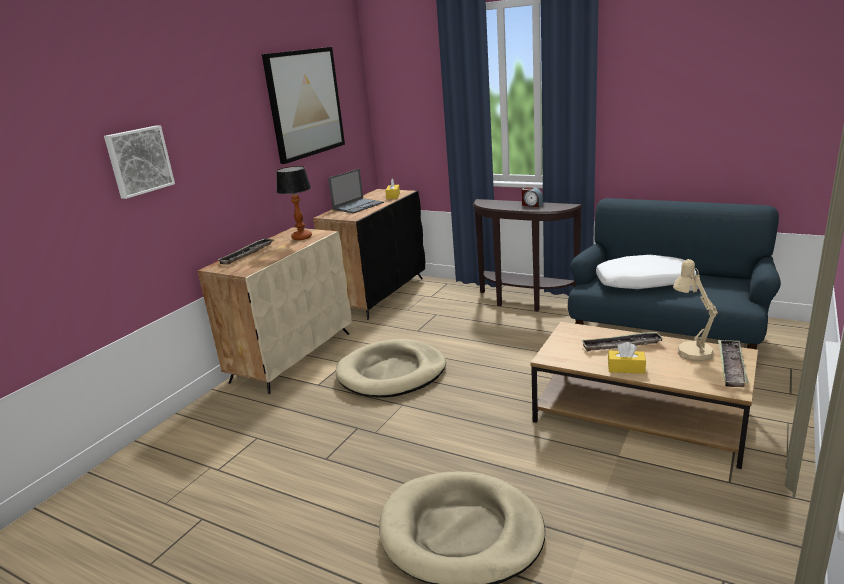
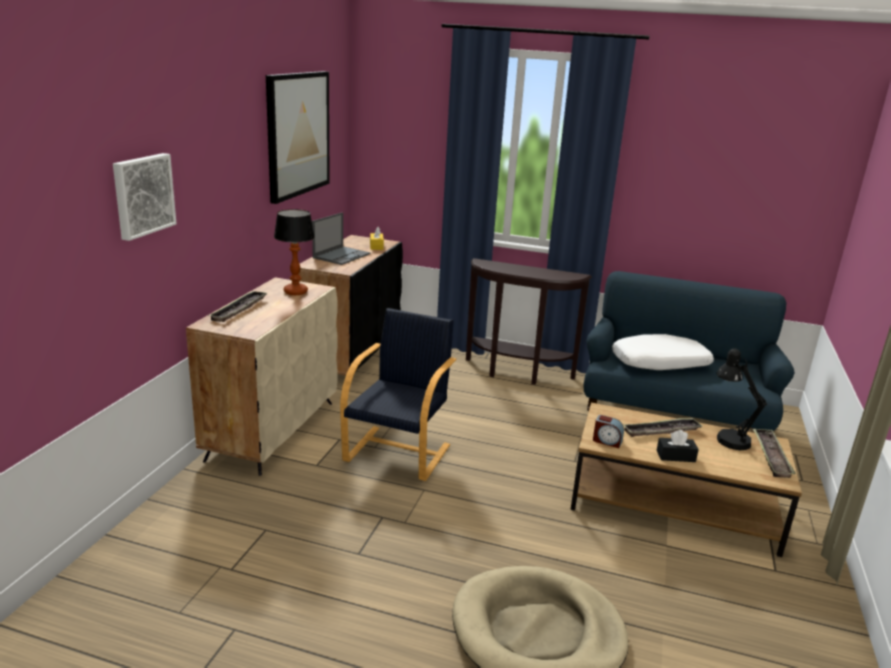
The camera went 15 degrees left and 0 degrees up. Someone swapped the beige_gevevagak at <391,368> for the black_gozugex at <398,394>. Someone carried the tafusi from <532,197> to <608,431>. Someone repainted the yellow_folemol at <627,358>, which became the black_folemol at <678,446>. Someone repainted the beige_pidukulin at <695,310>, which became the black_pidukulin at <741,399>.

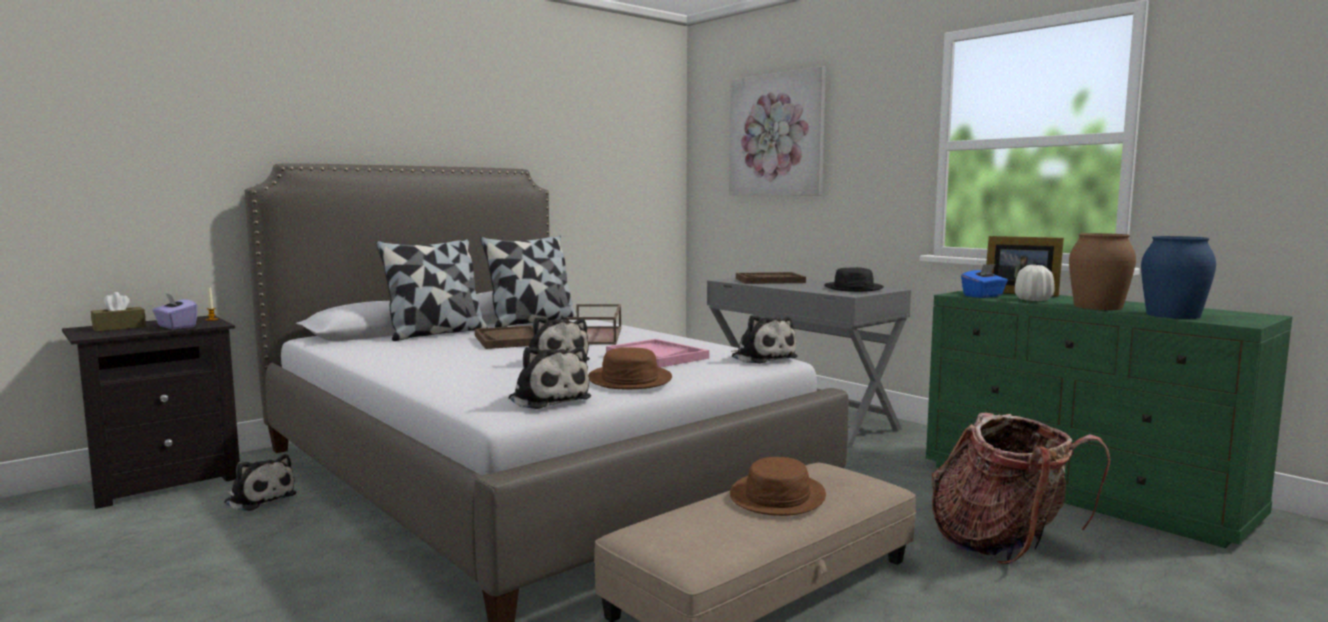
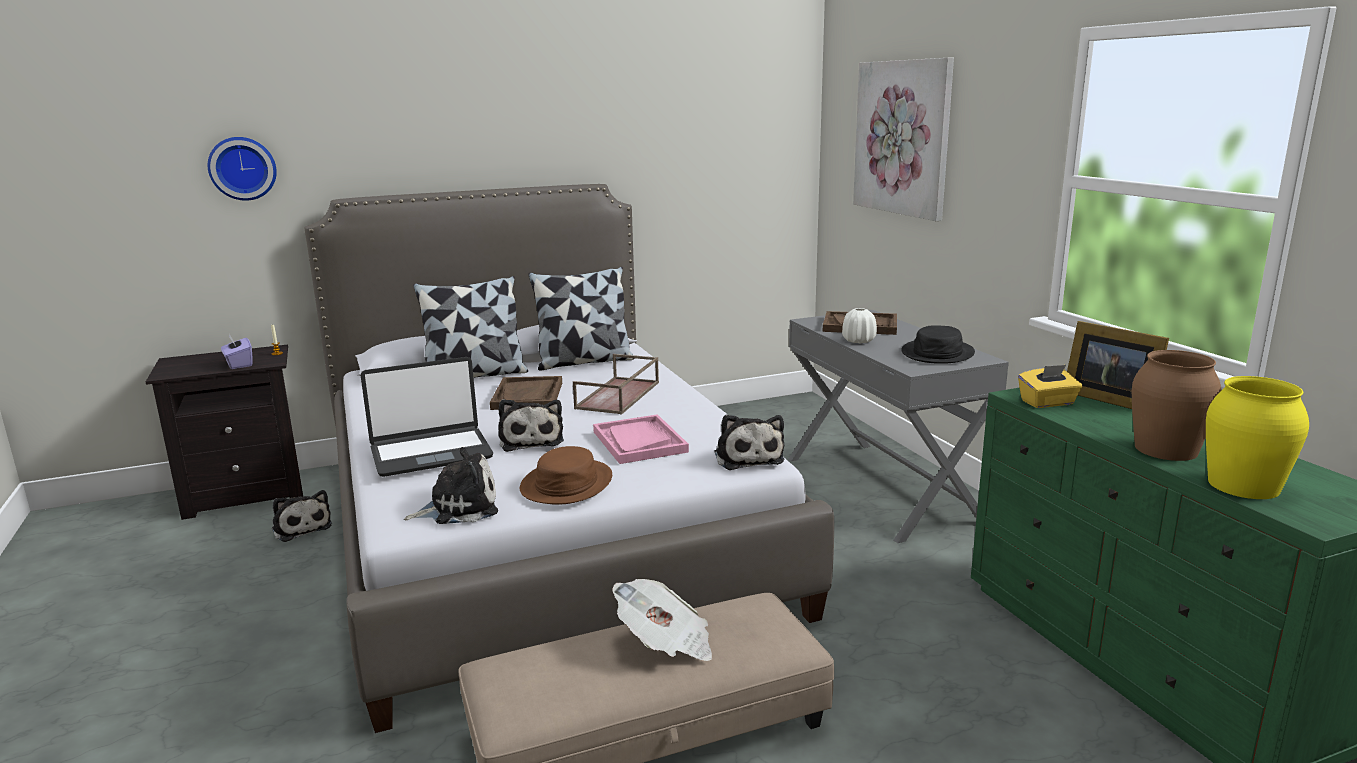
The camera went 20 degrees right and 10 degrees up. Someone put up the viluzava at <242,169>. Someone put down the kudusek at <427,417>. Someone rotated the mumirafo at <550,378> by 90 degrees counterclockwise. Someone swapped the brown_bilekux at <778,486> for the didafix at <662,620>. Someone carried the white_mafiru from <1035,283> to <859,325>. Someone repainted the blue_folemol at <984,281>, which became the yellow_folemol at <1050,386>. Someone repainted the blue_mafiru at <1178,277>, which became the yellow_mafiru at <1257,437>. Someone took away the brown_folemol at <118,312>. Someone took away the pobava at <1021,489>.

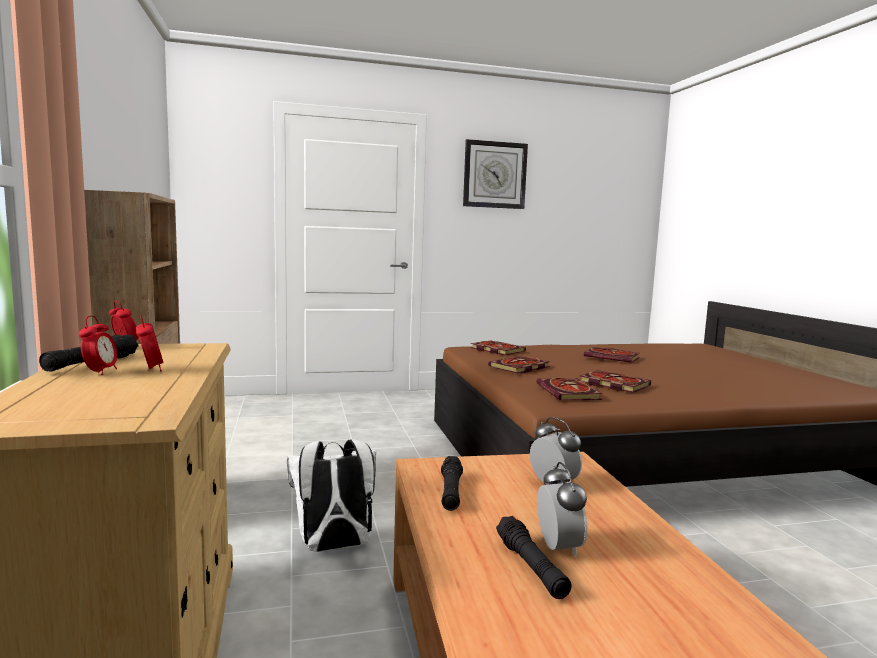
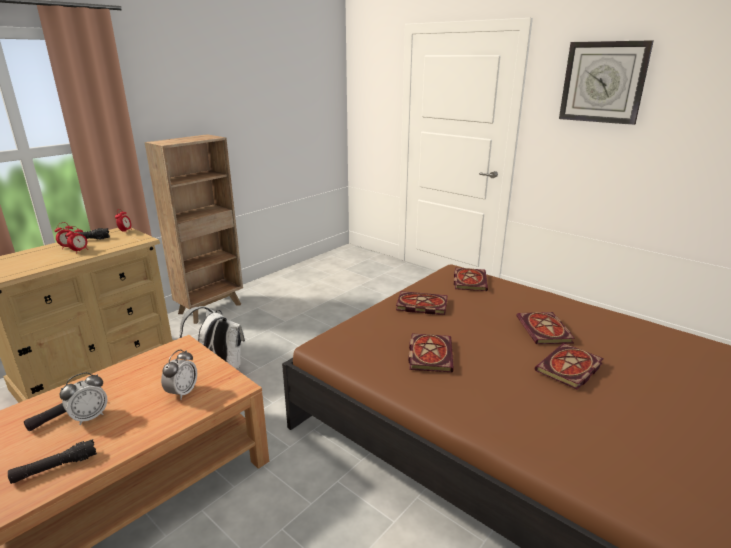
The camera went 55 degrees right and 15 degrees up. Someone carried the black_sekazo from <452,483> to <52,461>. Someone carried the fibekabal from <570,389> to <569,366>.

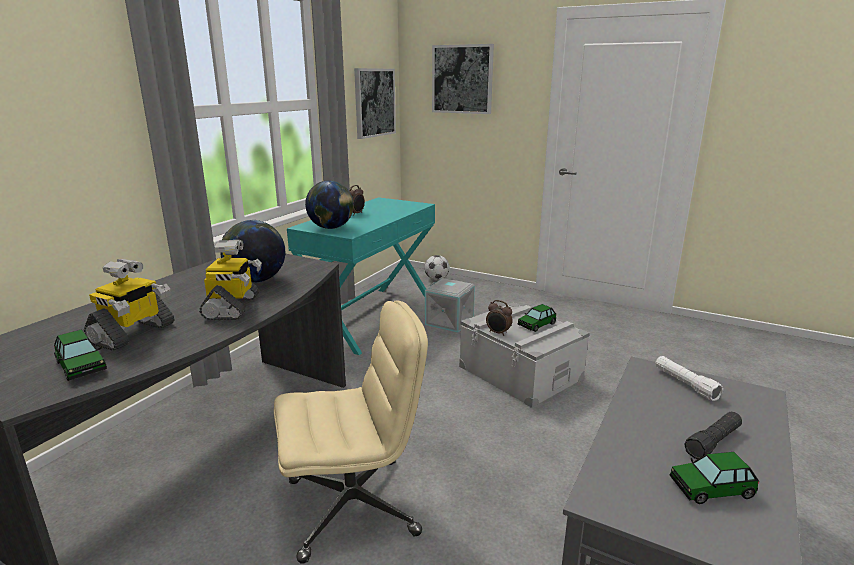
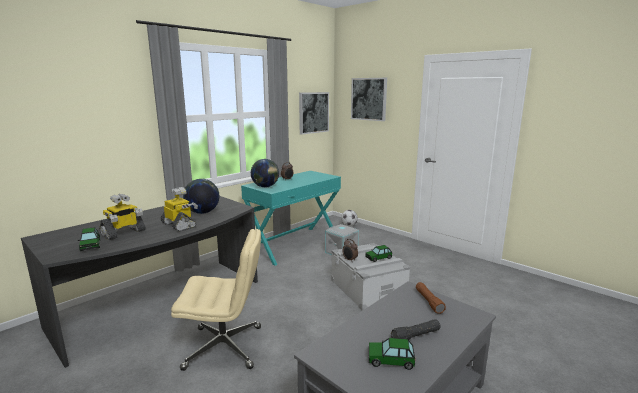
The camera went 15 degrees right and 5 degrees down. Someone rotated the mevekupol at <230,280> by 60 degrees counterclockwise. Someone repainted the white_sekazo at <689,378>, which became the brown_sekazo at <431,298>.

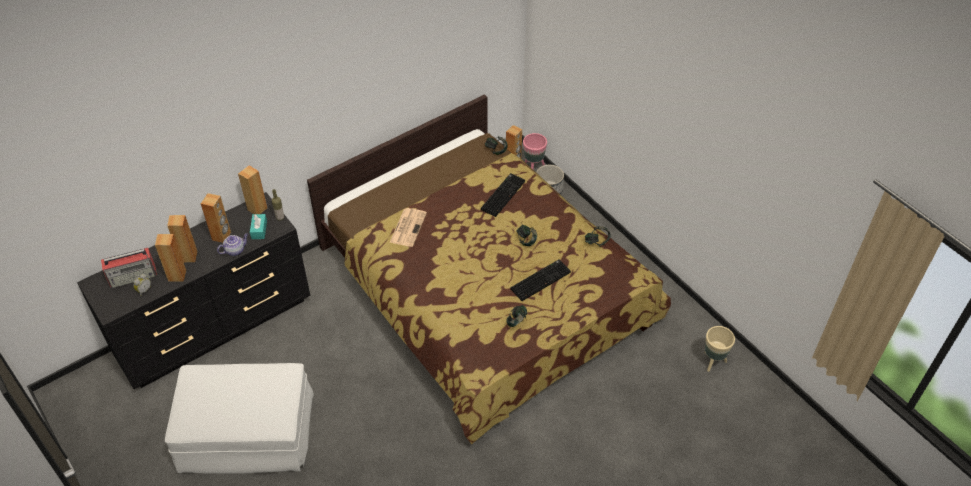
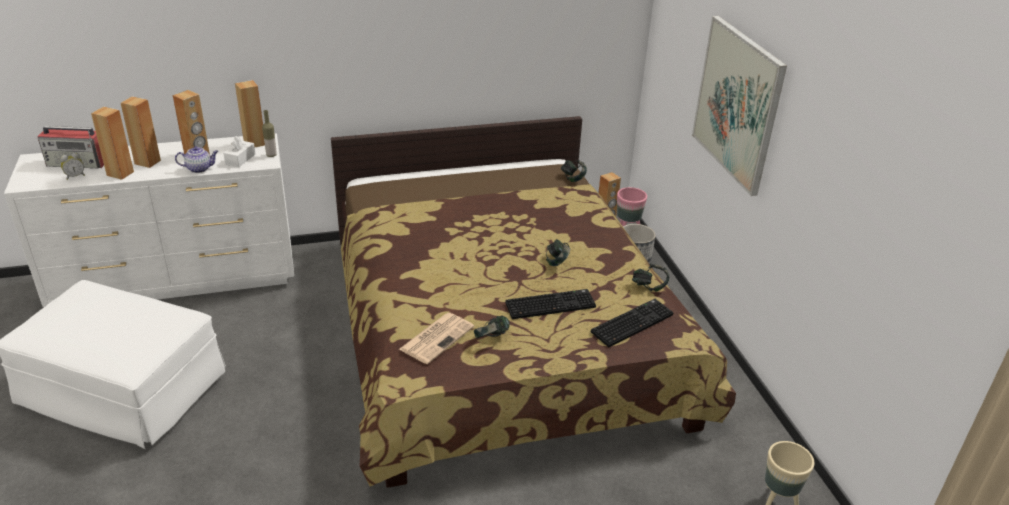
The camera went 20 degrees right and 15 degrees down. Someone repainted the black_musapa at <193,290>, which became the white_musapa at <149,220>. Someone repainted the turquoise_folemol at <258,226>, which became the white_folemol at <239,151>. Someone carried the didafix from <408,227> to <436,338>. Someone carried the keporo from <503,195> to <632,323>. Someone put up the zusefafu at <739,106>.

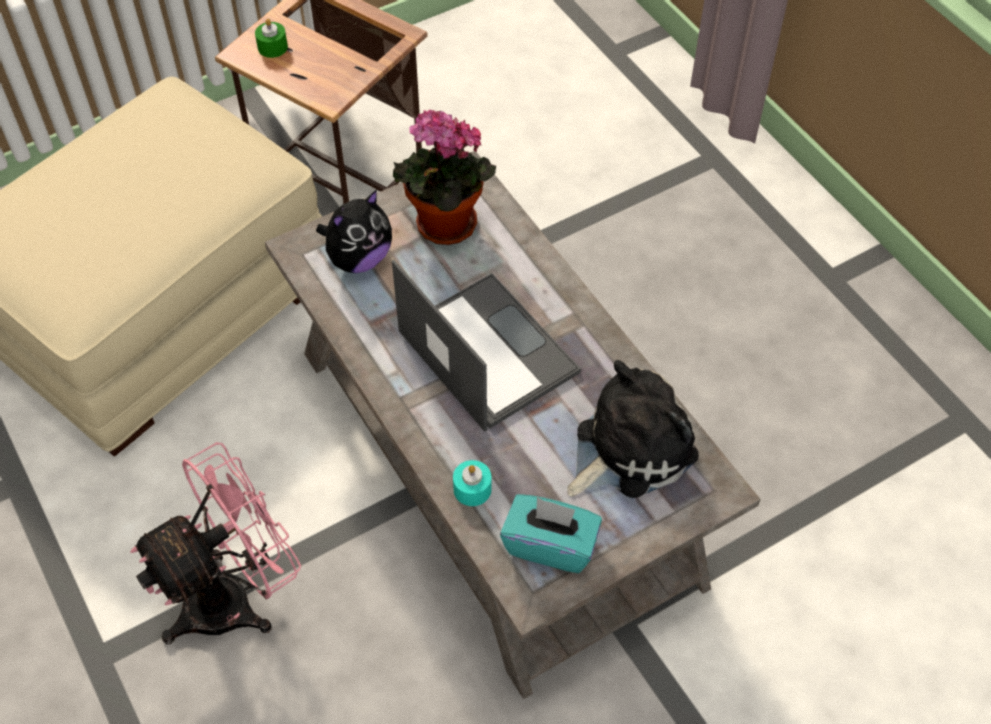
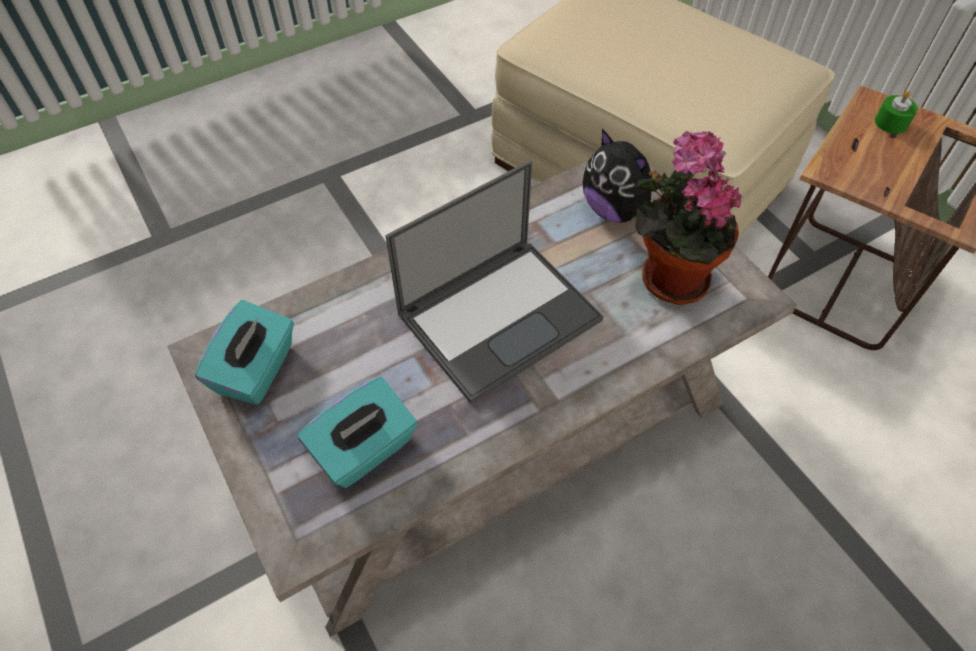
The camera went 90 degrees right and 0 degrees up. Someone swapped the mumirafo at <633,429> for the turquoise_folemol at <358,432>. Someone took away the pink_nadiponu at <215,543>. Someone took away the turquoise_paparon at <472,483>.

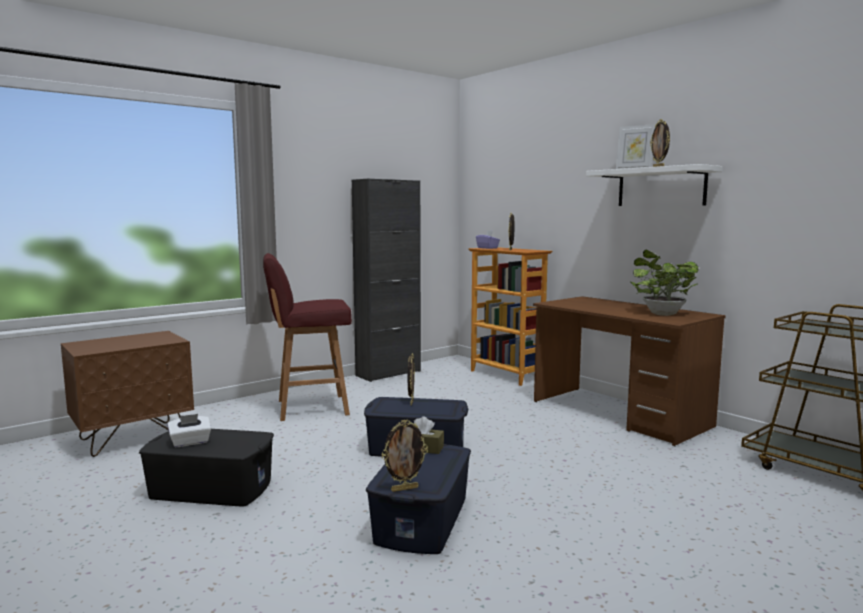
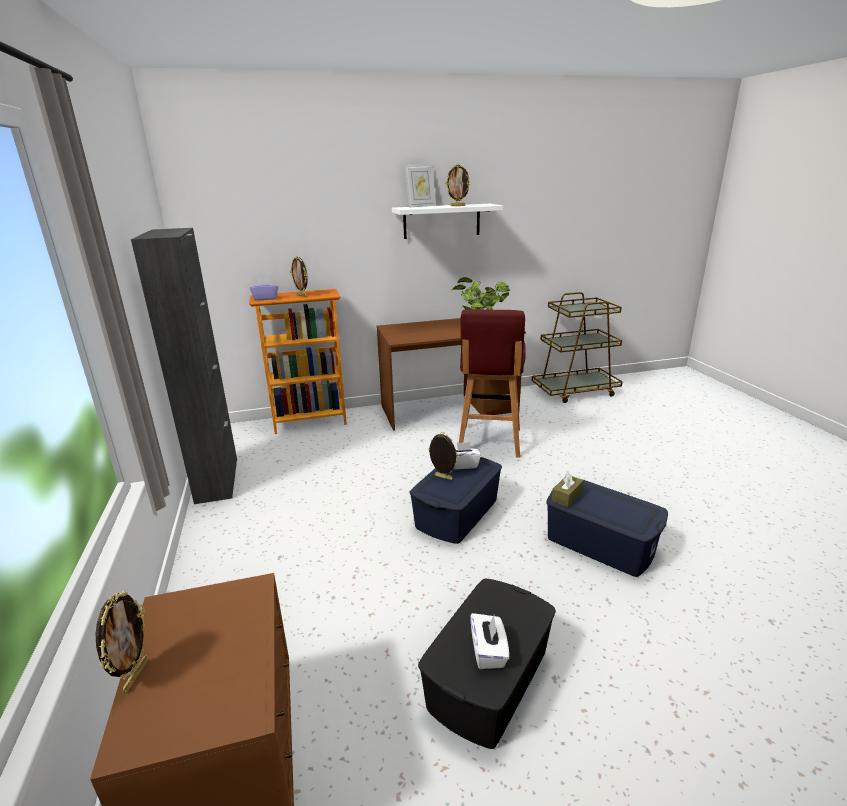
The camera went 65 degrees left and 15 degrees up. Someone carried the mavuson from <405,455> to <121,642>. Someone put down the white_folemol at <467,455>. Someone carried the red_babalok from <307,337> to <492,383>.

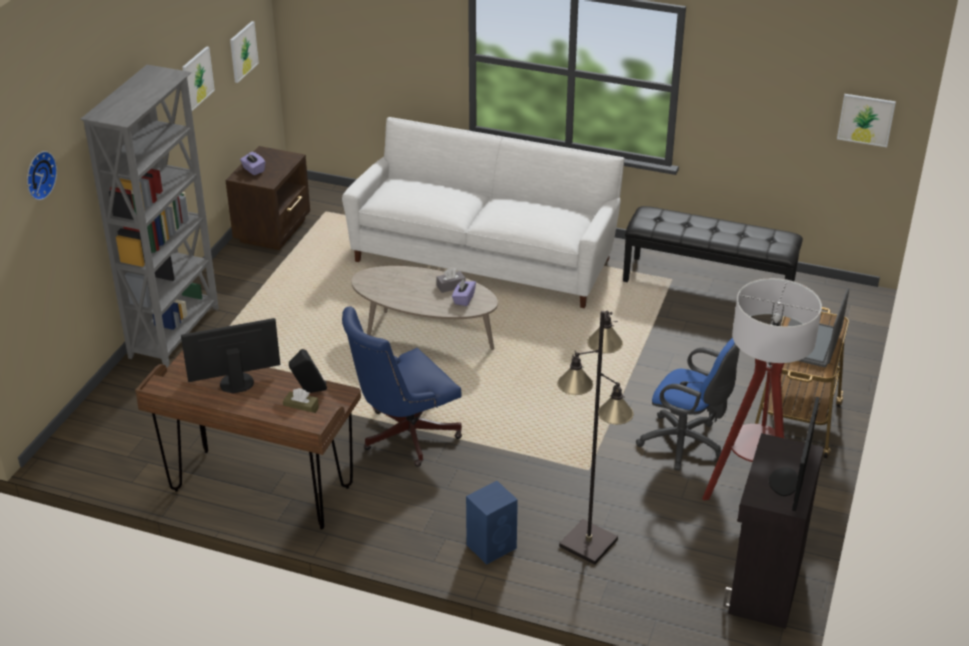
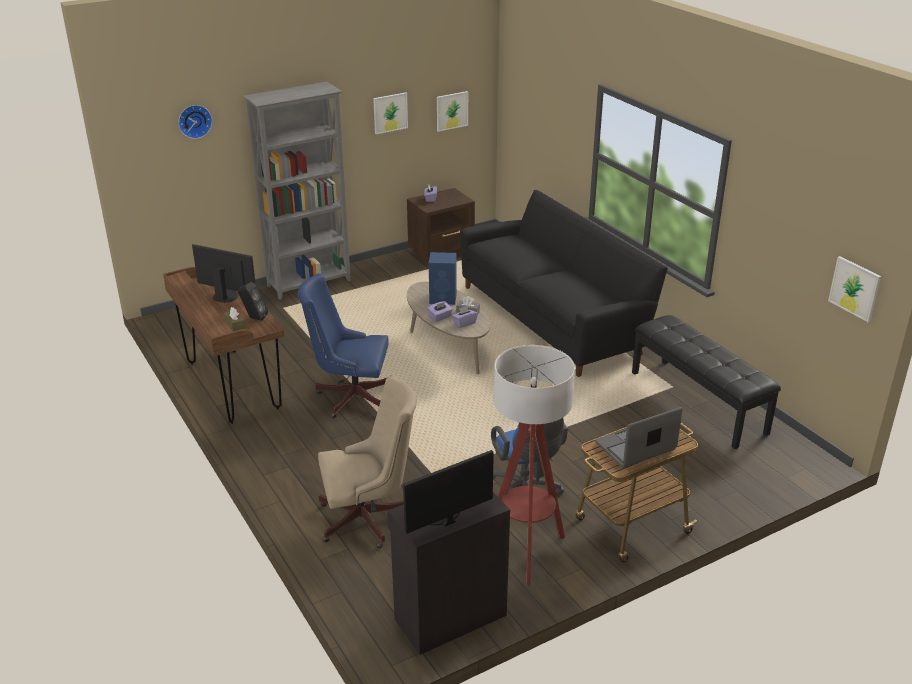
The camera went 40 degrees right and 5 degrees down. Someone swapped the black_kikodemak at <595,438> for the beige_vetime at <367,462>. Someone put down the purple_folemol at <440,311>. Someone carried the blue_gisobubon from <492,523> to <443,278>. Someone repainted the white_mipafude at <483,212>, which became the black_mipafude at <564,283>.

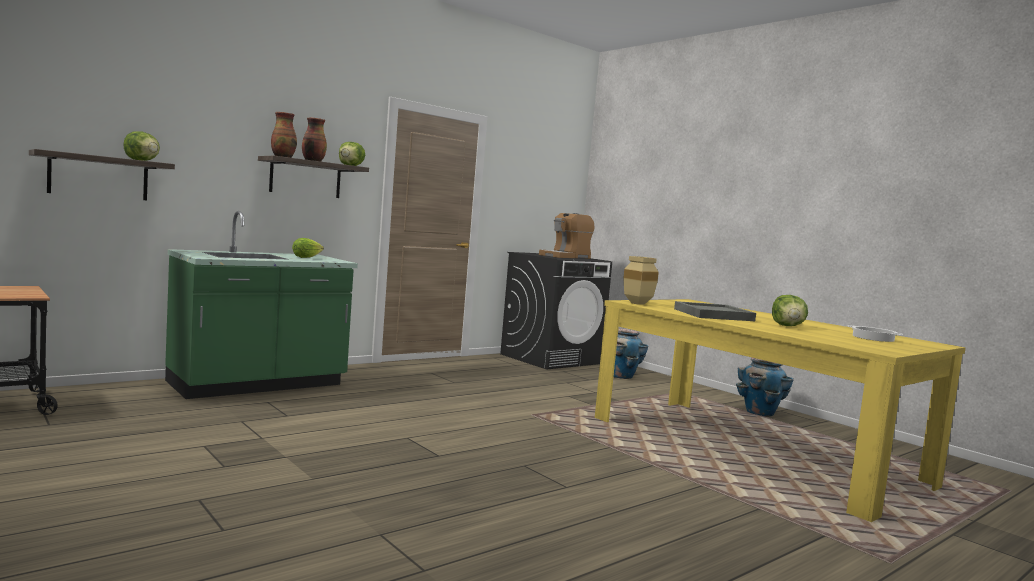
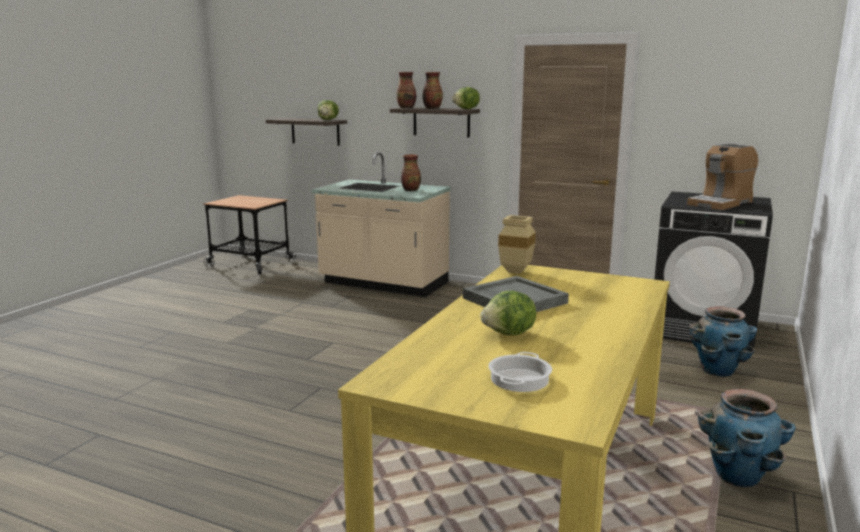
The camera went 65 degrees right and 10 degrees up. Someone repainted the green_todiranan at <261,305>, which became the beige_todiranan at <381,224>. Someone swapped the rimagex at <308,248> for the mafiru at <411,172>. Someone rotated the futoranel at <567,236> by 60 degrees counterclockwise.

